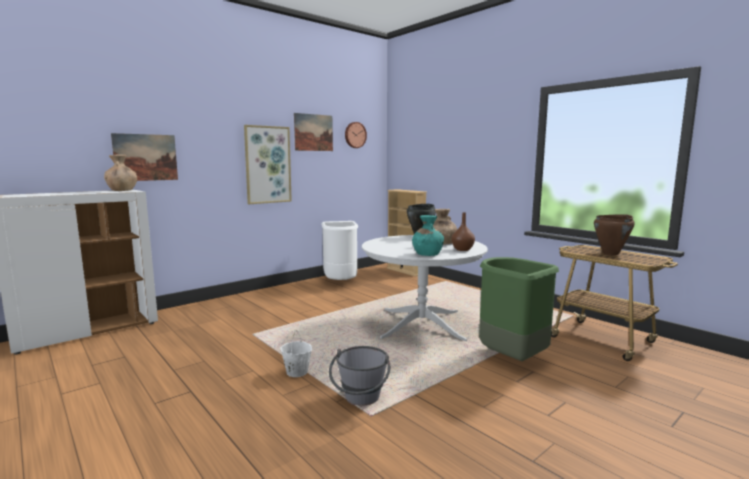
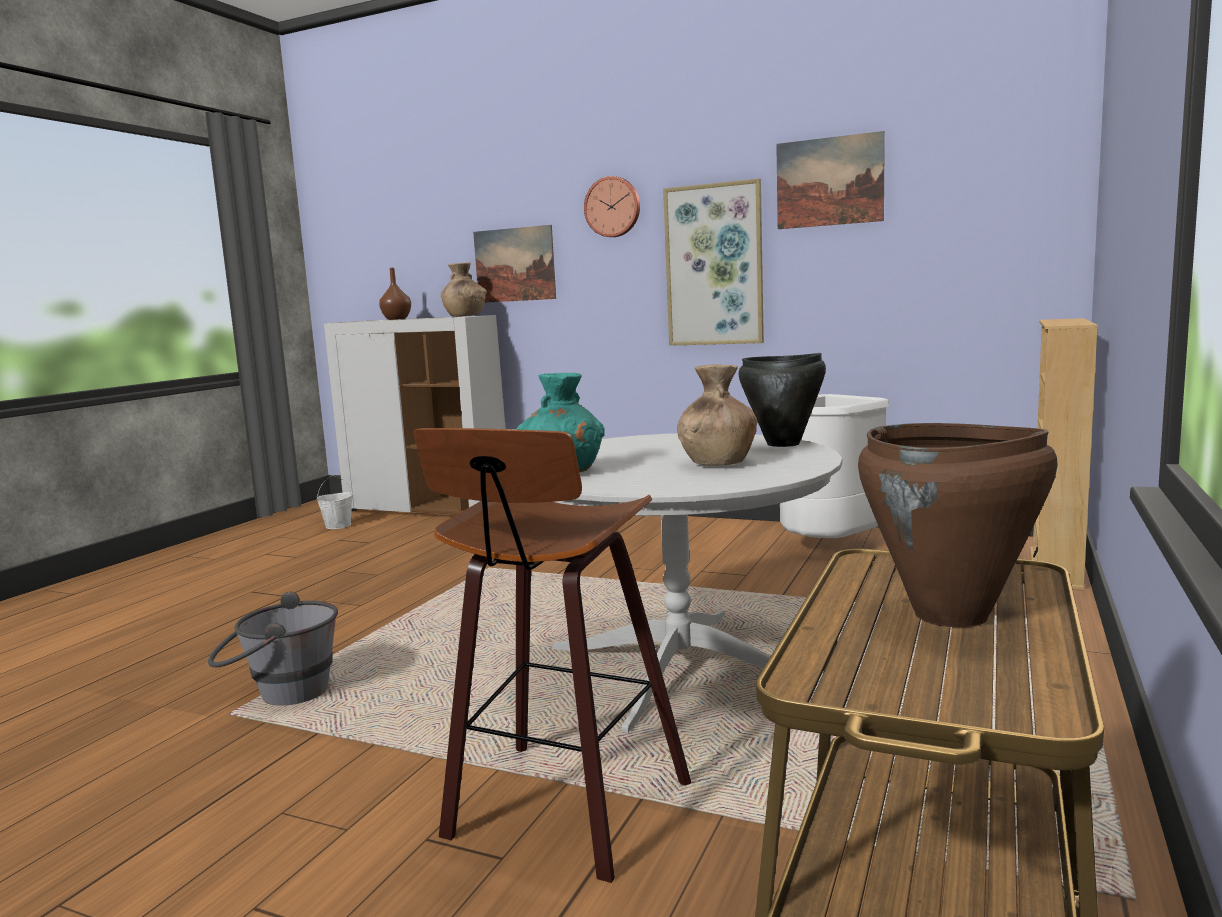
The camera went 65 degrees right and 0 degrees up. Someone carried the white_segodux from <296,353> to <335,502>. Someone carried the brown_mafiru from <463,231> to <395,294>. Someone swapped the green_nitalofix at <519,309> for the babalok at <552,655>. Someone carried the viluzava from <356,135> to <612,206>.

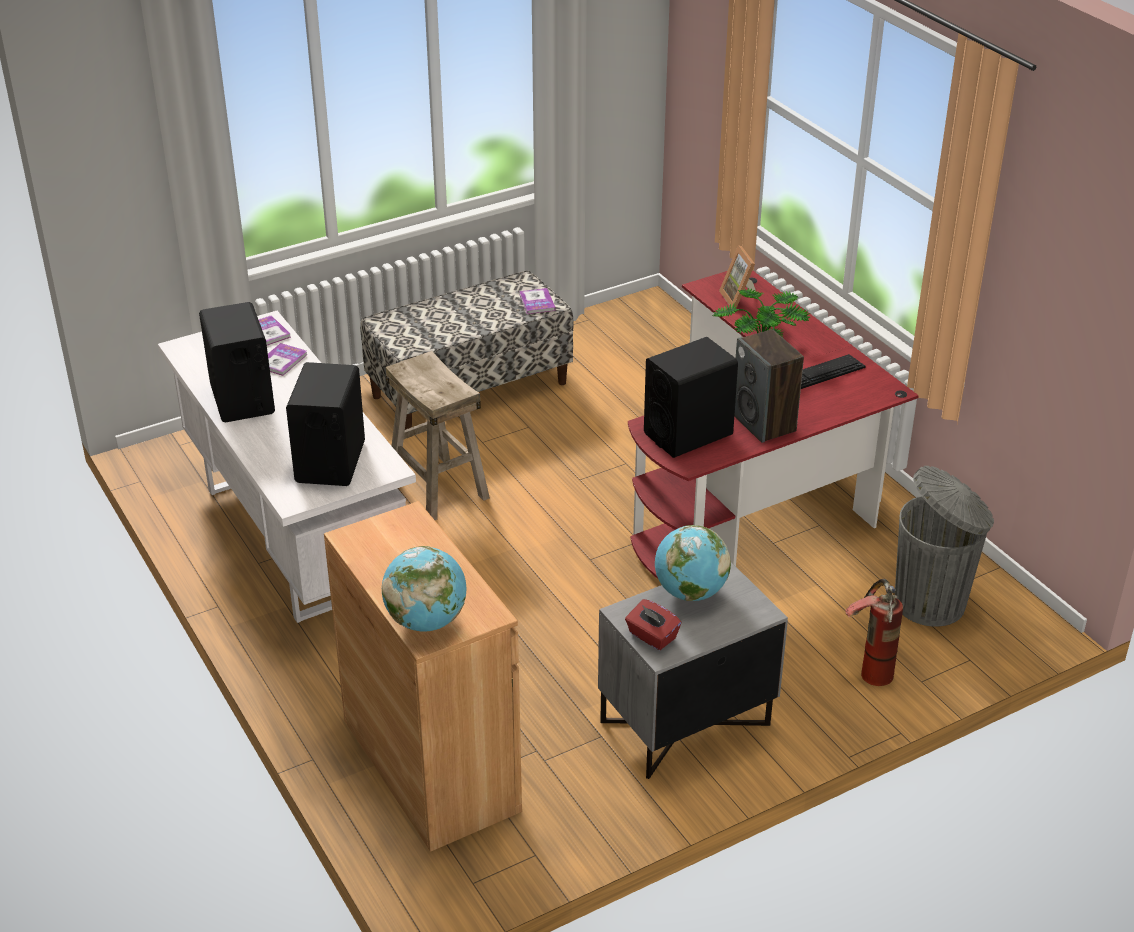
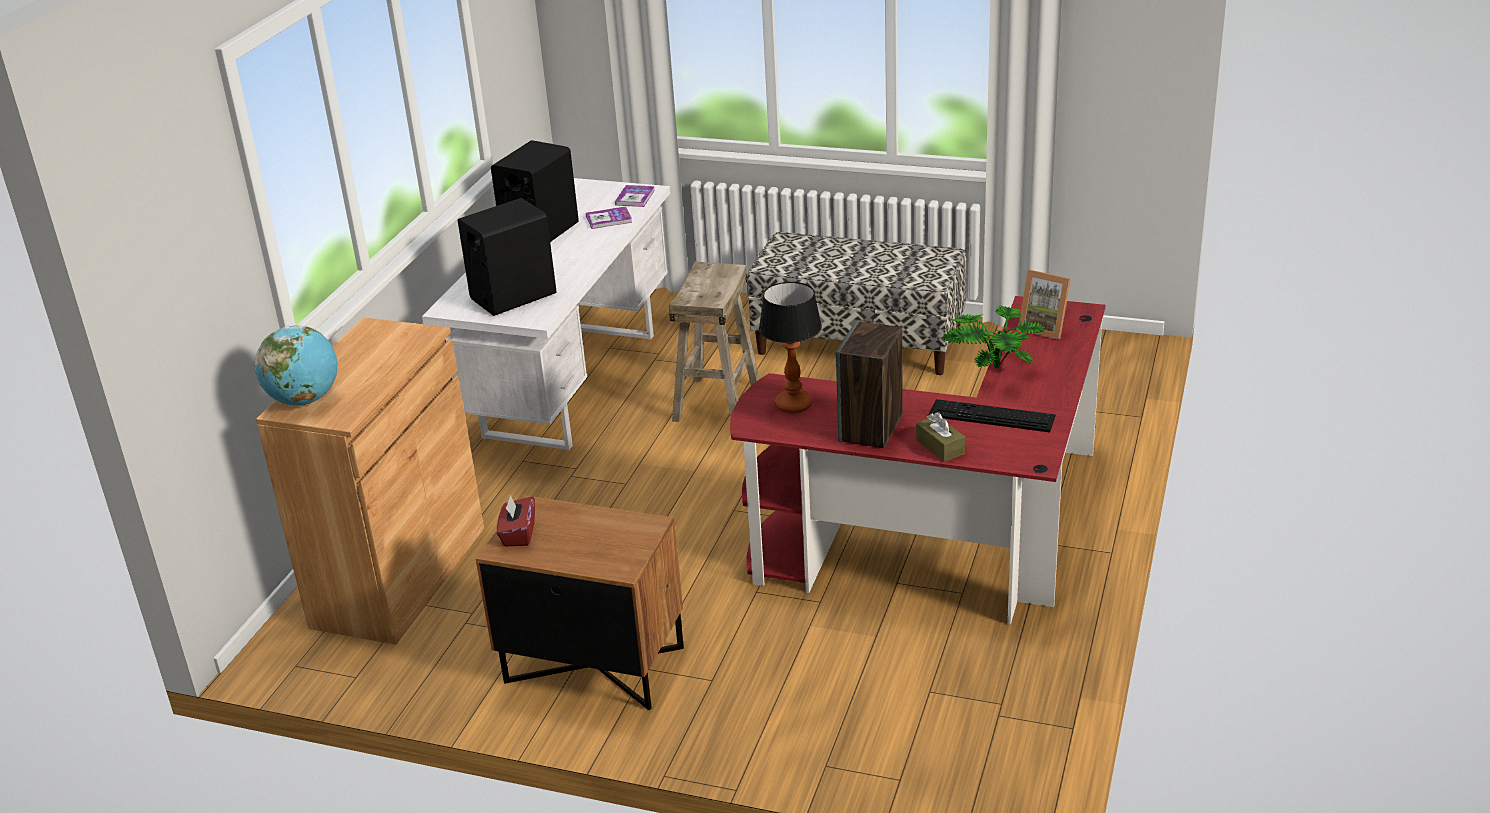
The camera went 50 degrees right and 5 degrees down. Someone repainted the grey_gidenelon at <693,670>, which became the brown_gidenelon at <580,602>. Someone swapped the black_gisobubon at <691,397> for the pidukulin at <790,347>. Someone put down the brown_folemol at <940,437>. Someone rotated the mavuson at <737,277> by 90 degrees counterclockwise. Someone took away the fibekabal at <537,301>. Someone took away the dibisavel at <693,563>. Someone took away the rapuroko at <874,632>. Someone took away the grey_nitalofix at <944,546>.

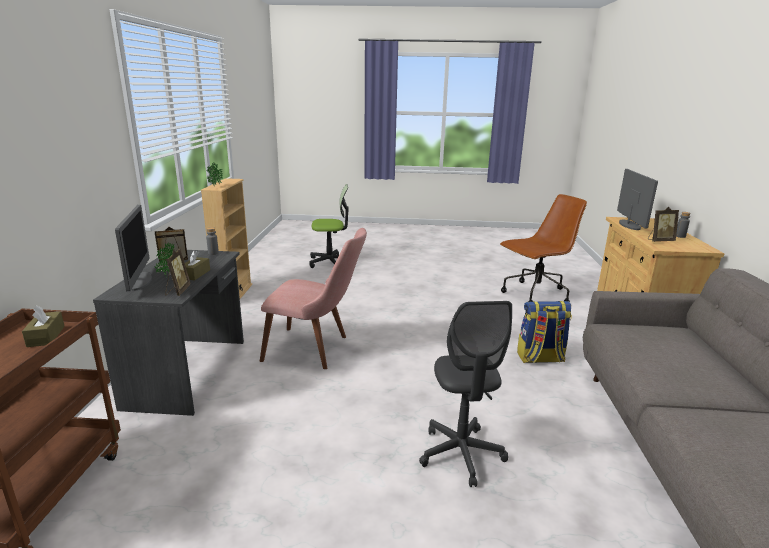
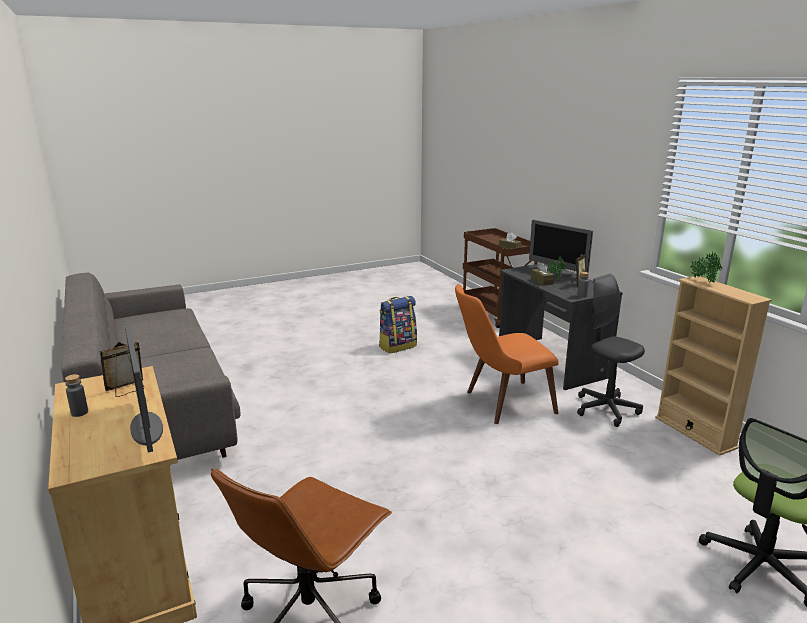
The camera went 150 degrees right and 0 degrees up. Someone carried the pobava from <544,332> to <398,325>. Someone repainted the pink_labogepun at <313,298>, which became the orange_labogepun at <507,354>. Someone carried the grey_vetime from <465,394> to <611,350>. Someone took away the mavuson at <178,272>.

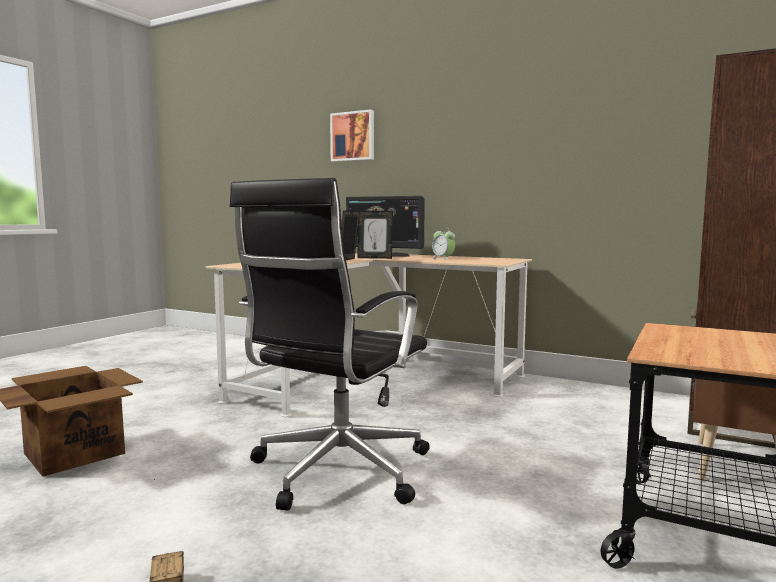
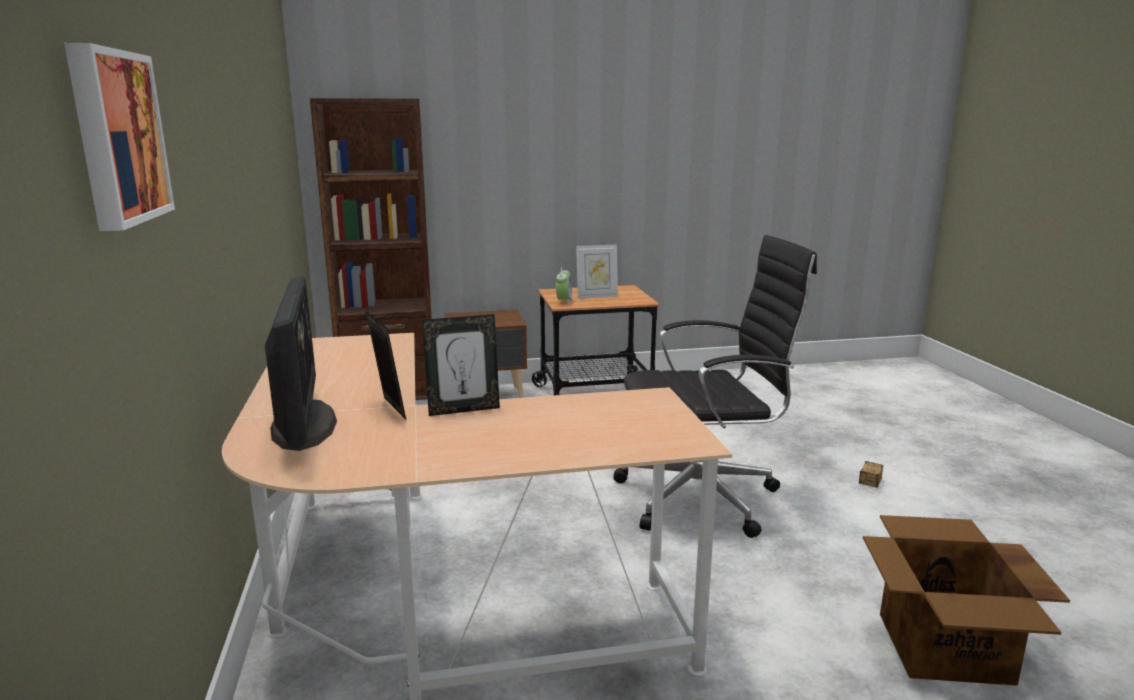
The camera went 130 degrees left and 10 degrees up. Someone carried the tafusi from <443,243> to <564,286>. Someone put down the mavuson at <597,271>.

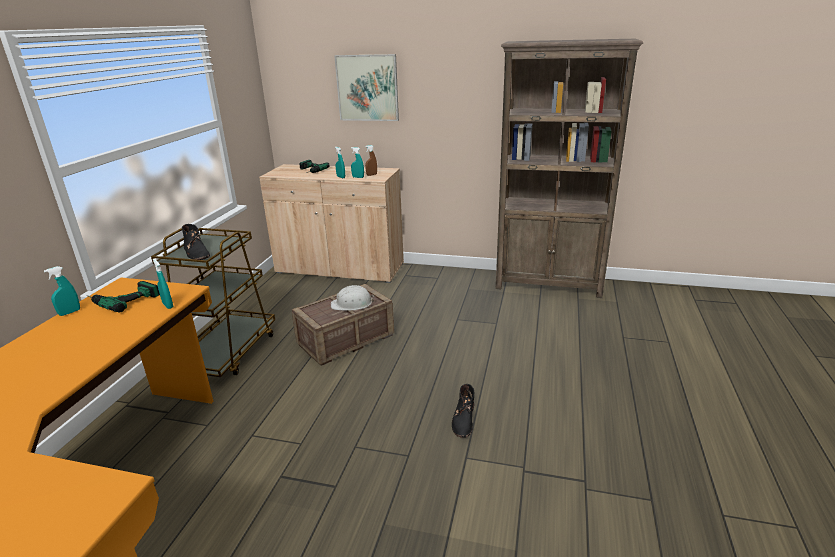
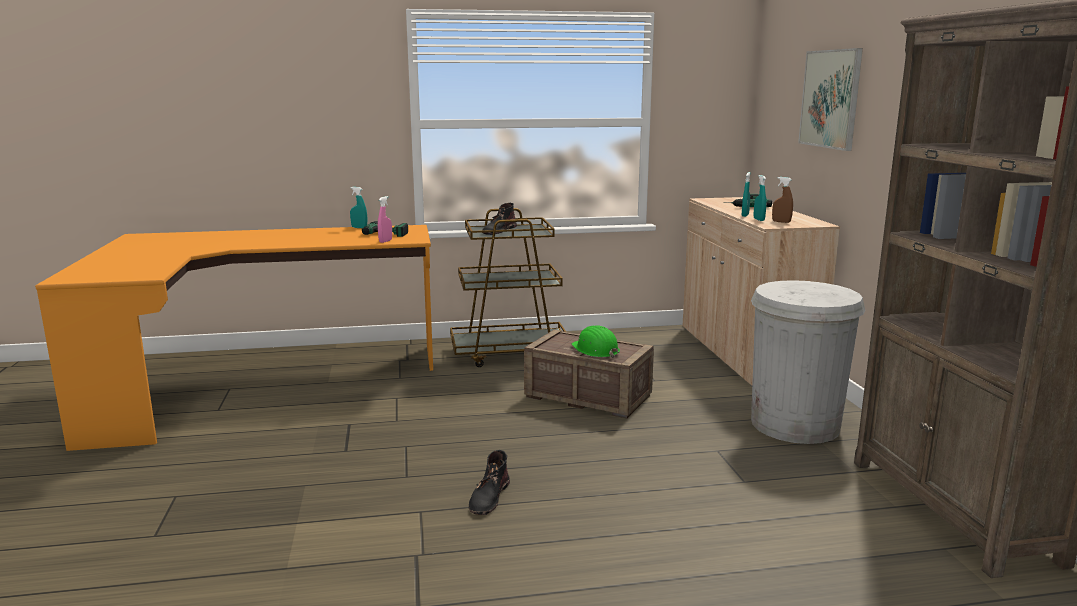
The camera went 65 degrees right and 10 degrees down. Someone repainted the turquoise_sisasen at <163,284>, which became the pink_sisasen at <385,219>. Someone rotated the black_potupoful at <463,411> by 60 degrees counterclockwise. Someone repainted the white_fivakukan at <352,298>, which became the green_fivakukan at <596,341>. Someone put down the white_nitalofix at <808,362>.

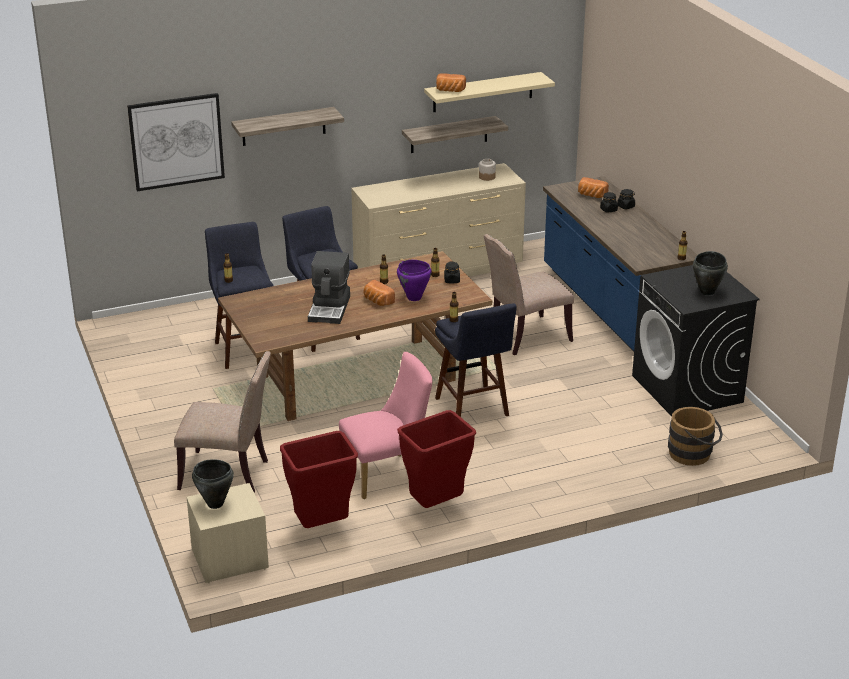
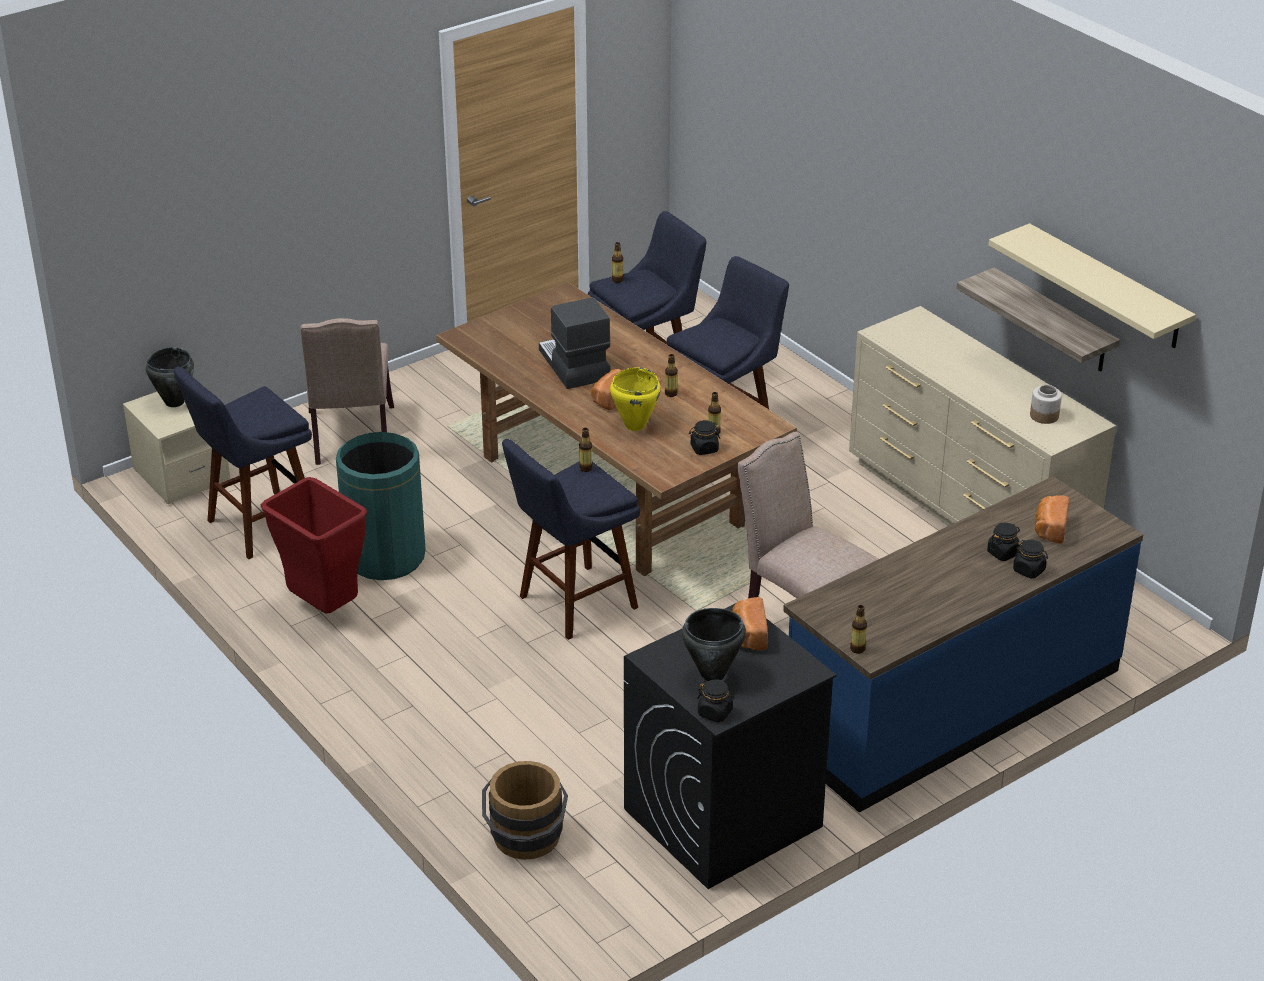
The camera went 75 degrees right and 5 degrees up. Someone swapped the red_nitalofix at <319,479> for the blue_babalok at <242,463>. Someone swapped the pink_labogepun at <385,425> for the green_nitalofix at <381,506>. Someone rotated the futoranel at <329,287> by 75 degrees clockwise. Someone repainted the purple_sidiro at <414,280>, which became the yellow_sidiro at <635,399>. Someone put down the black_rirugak at <715,701>. Someone carried the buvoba from <451,82> to <750,623>. Someone took away the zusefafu at <176,142>. Someone took away the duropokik at <287,126>.

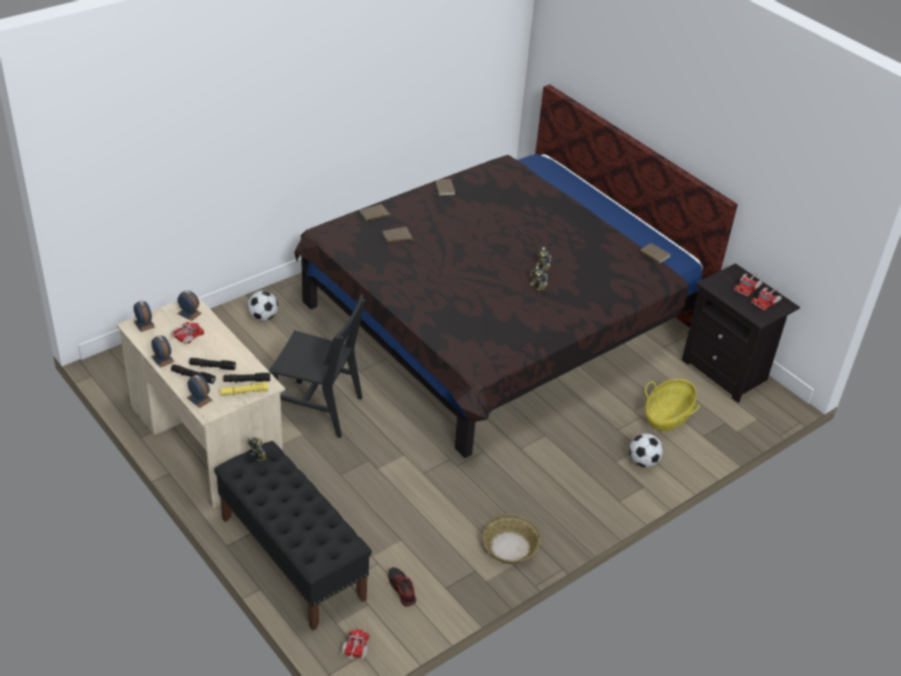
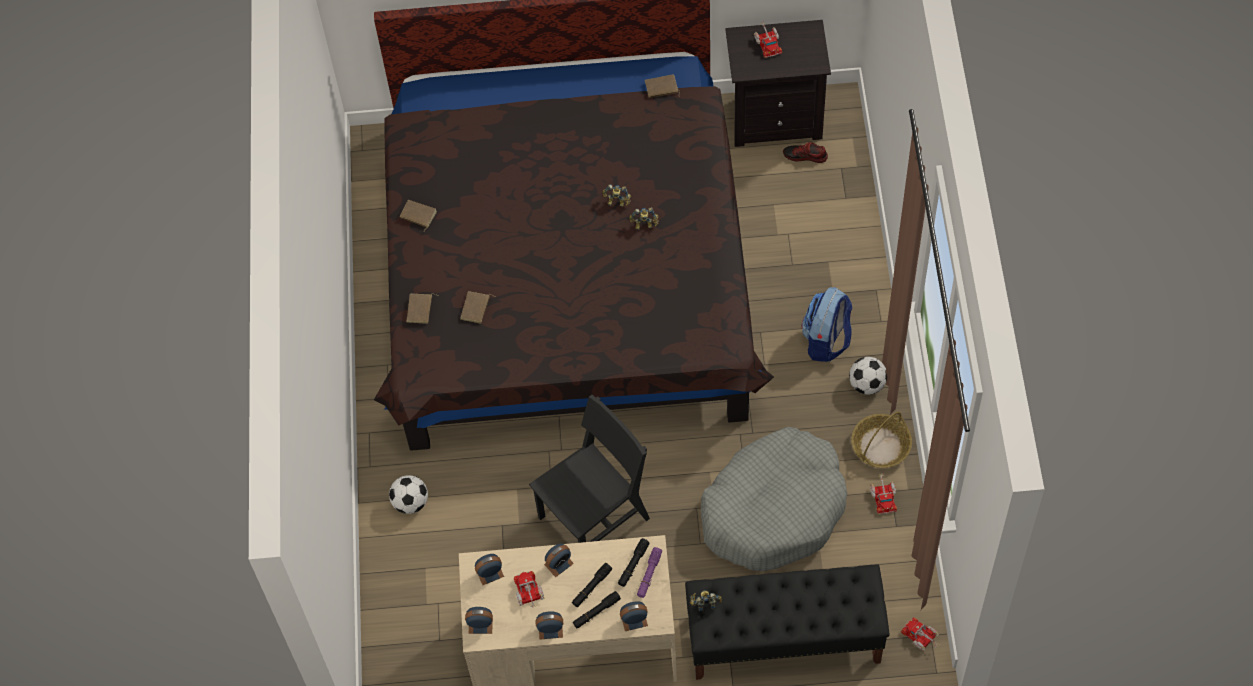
The camera went 50 degrees left and 20 degrees up. Someone put down the tafusi at <559,560>. Someone repainted the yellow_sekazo at <244,388>, which became the purple_sekazo at <649,572>. Someone put down the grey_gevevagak at <774,499>. Someone carried the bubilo from <402,587> to <805,152>. Someone put down the pobava at <827,324>. Someone carried the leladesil from <646,450> to <868,376>. Someone carried the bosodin from <766,299> to <883,494>. Someone took away the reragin at <672,405>.

